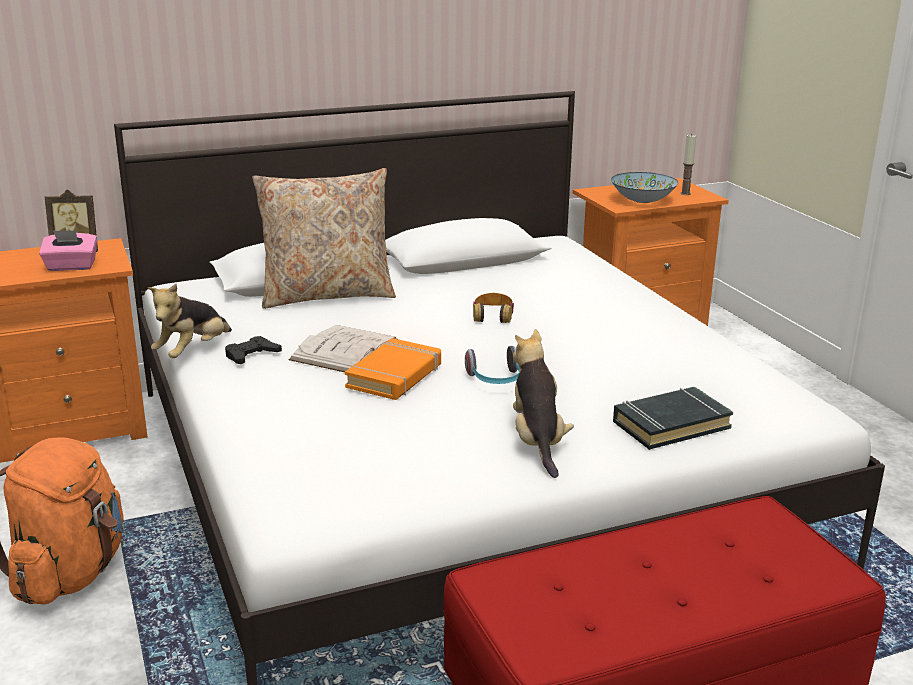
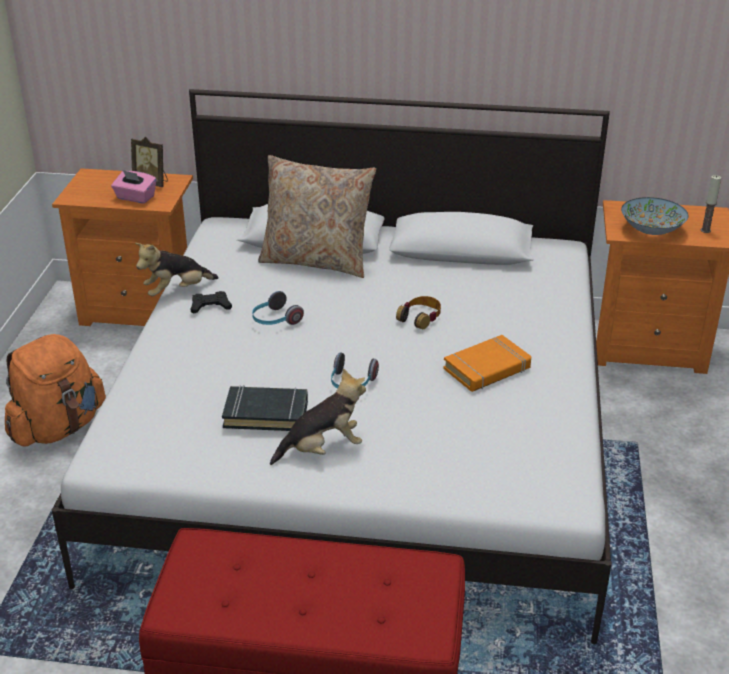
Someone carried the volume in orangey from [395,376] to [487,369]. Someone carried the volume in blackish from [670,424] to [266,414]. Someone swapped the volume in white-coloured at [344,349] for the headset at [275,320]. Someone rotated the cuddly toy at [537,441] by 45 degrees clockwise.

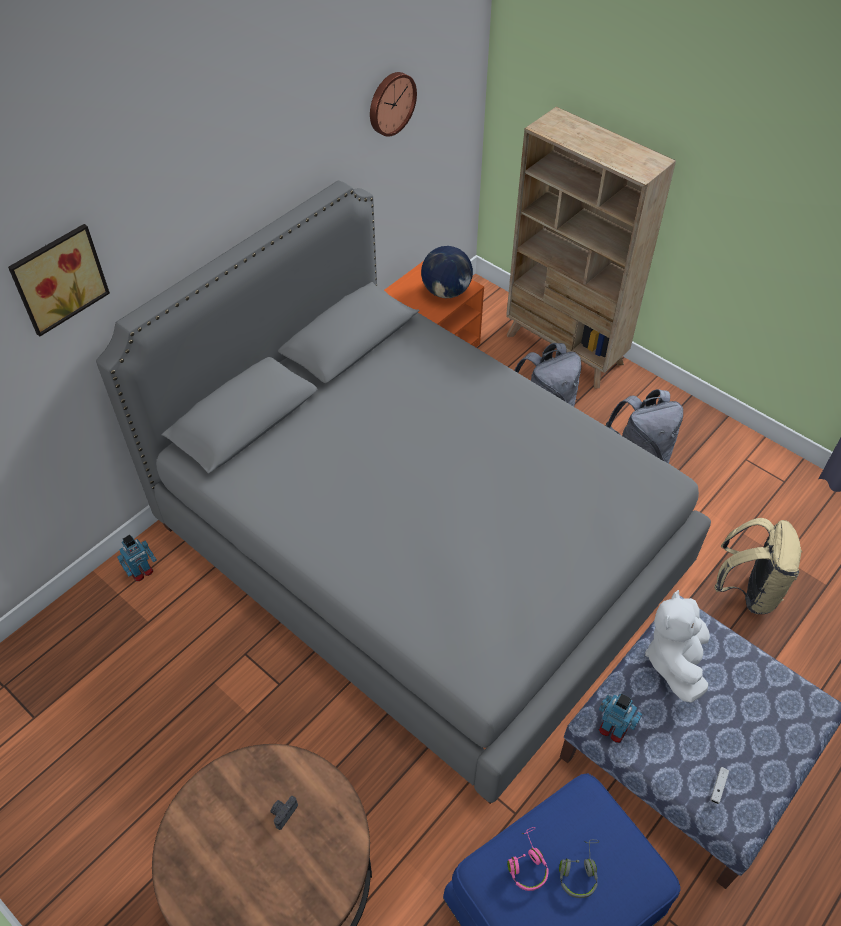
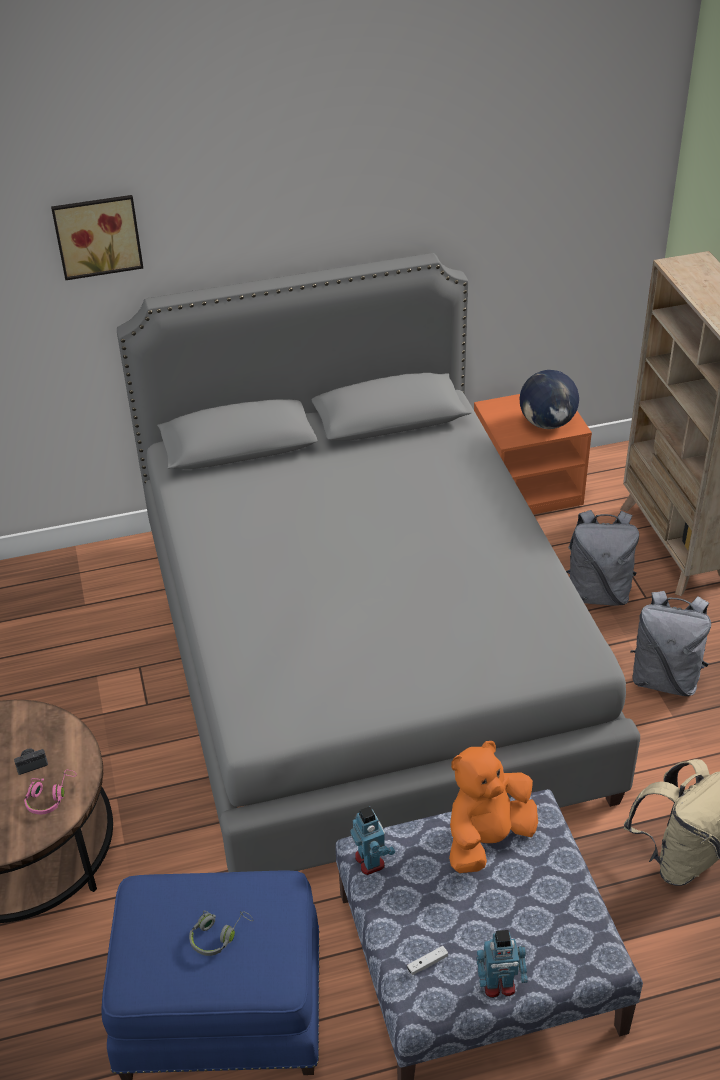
Someone took away the hanging clock at [390,103]. Someone carried the toy robot from [142,572] to [499,985]. Someone carried the headset in pink-coloured from [527,863] to [49,797]. Someone repainted the cuddly toy in white-coloured at [675,660], which became the cuddly toy in orangey at [487,839].

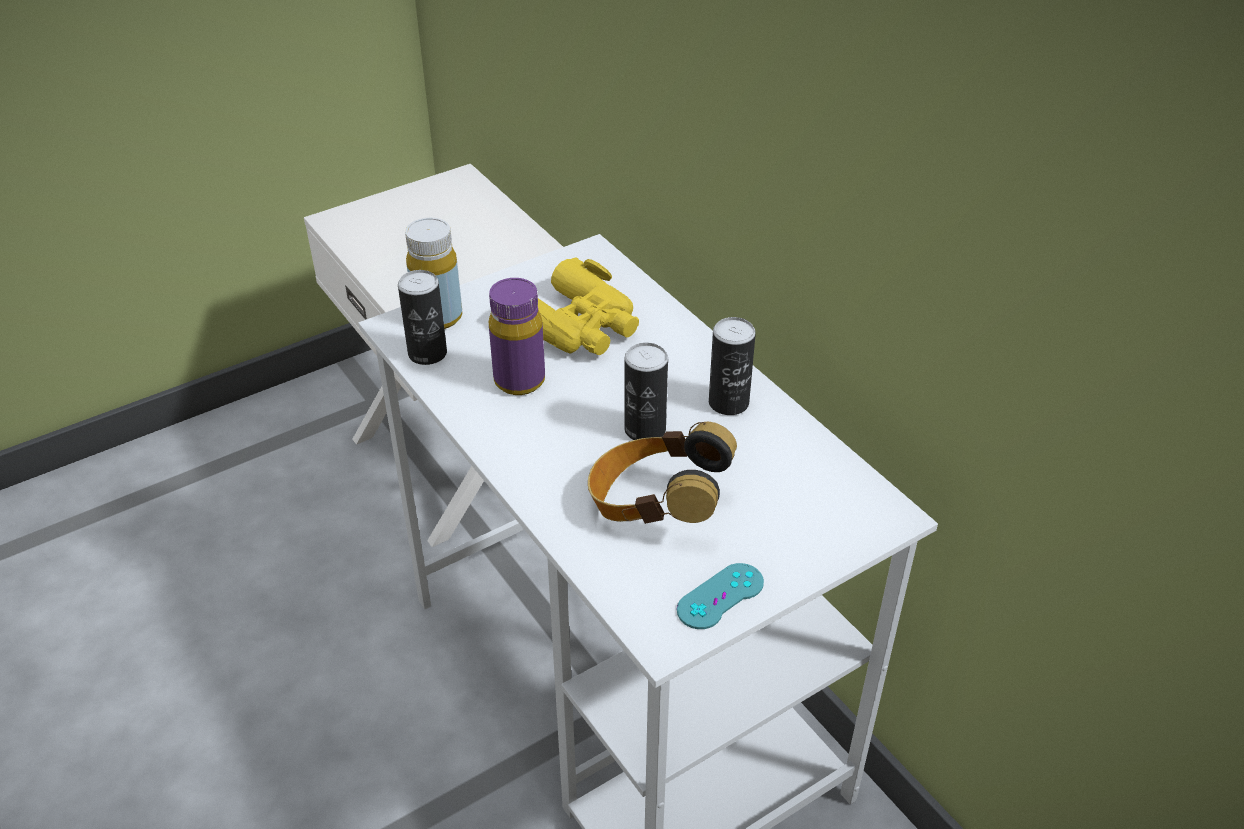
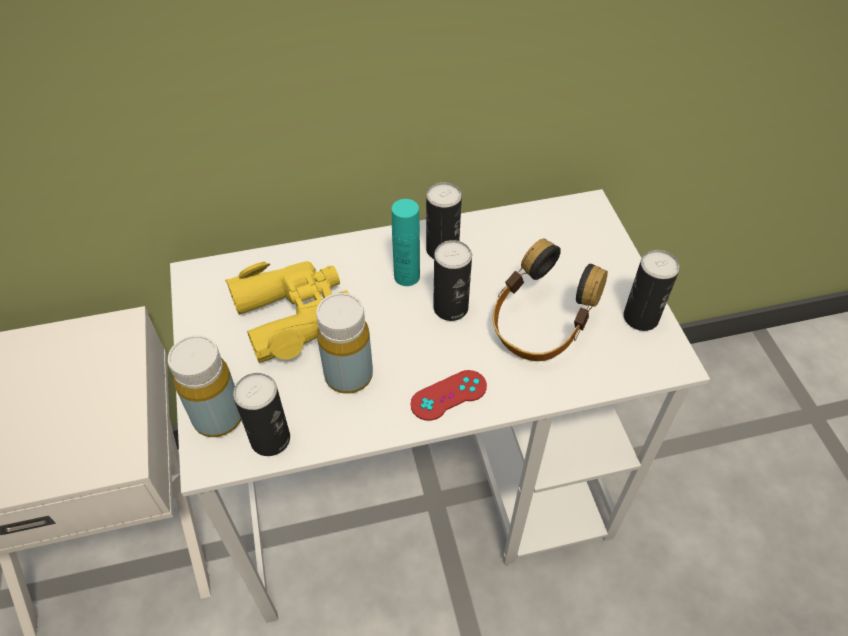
Someone put down the drink bottle in blue-green at [407,276]. Someone put down the gamepad in red at [448,395]. Someone swapped the gamepad in blue-green at [720,596] for the can at [640,317]. Someone repainted the drink bottle in purplish at [519,380], which became the drink bottle in yellowish at [348,375].

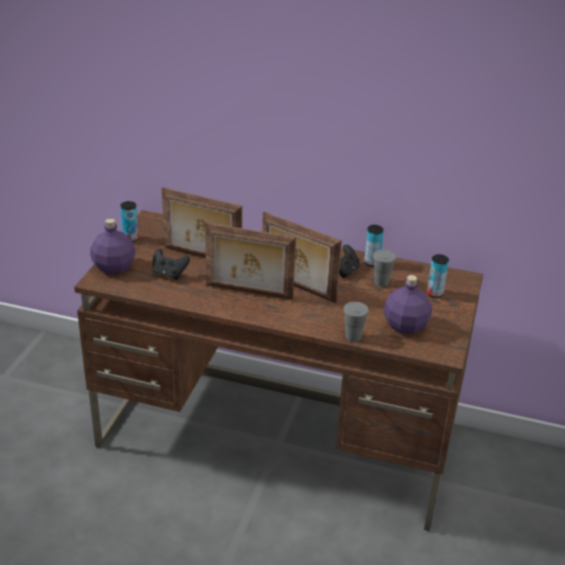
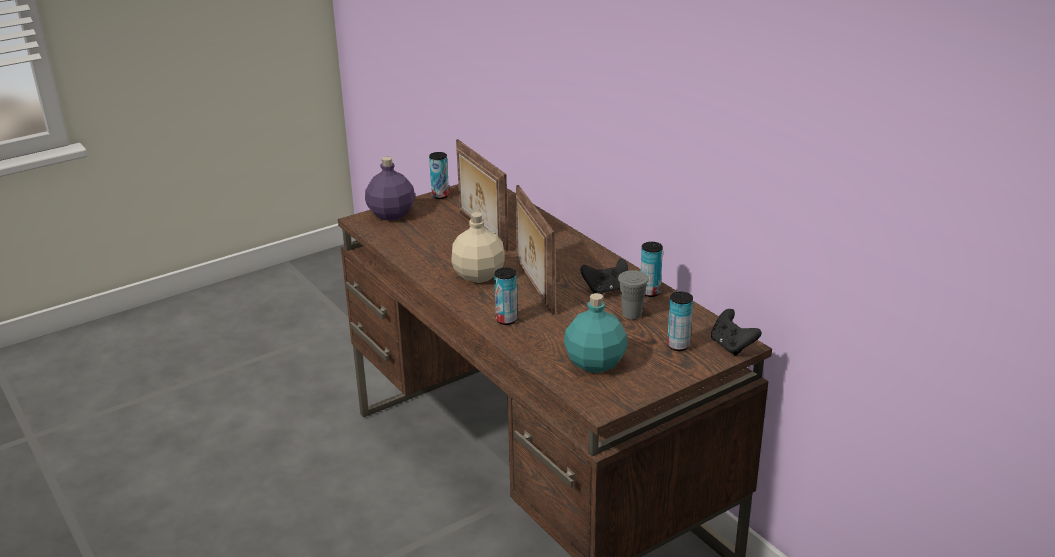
Someone took away the drinking cup in greyish at [353,336]. Someone put down the can at [506,320]. Someone carried the gamepad in blackish from [169,274] to [732,346]. Someone swapped the photo frame at [248,292] for the drink bottle in beige at [479,275]. Someone repainted the drink bottle in purplish at [405,325], which became the drink bottle in blue-green at [595,362].

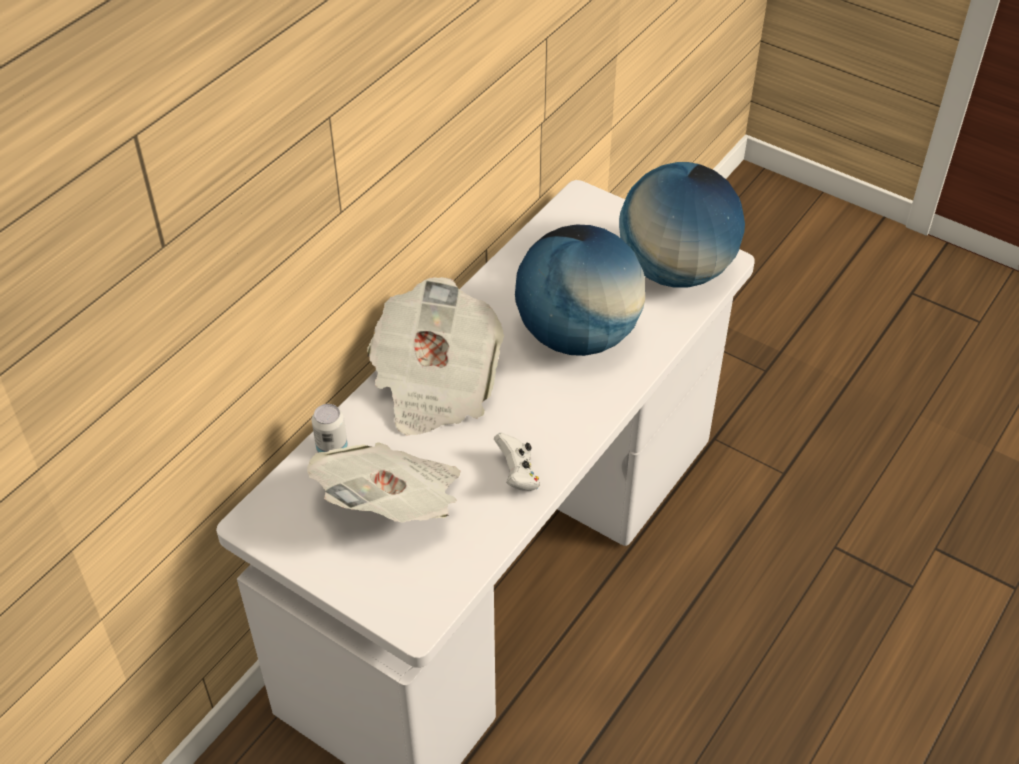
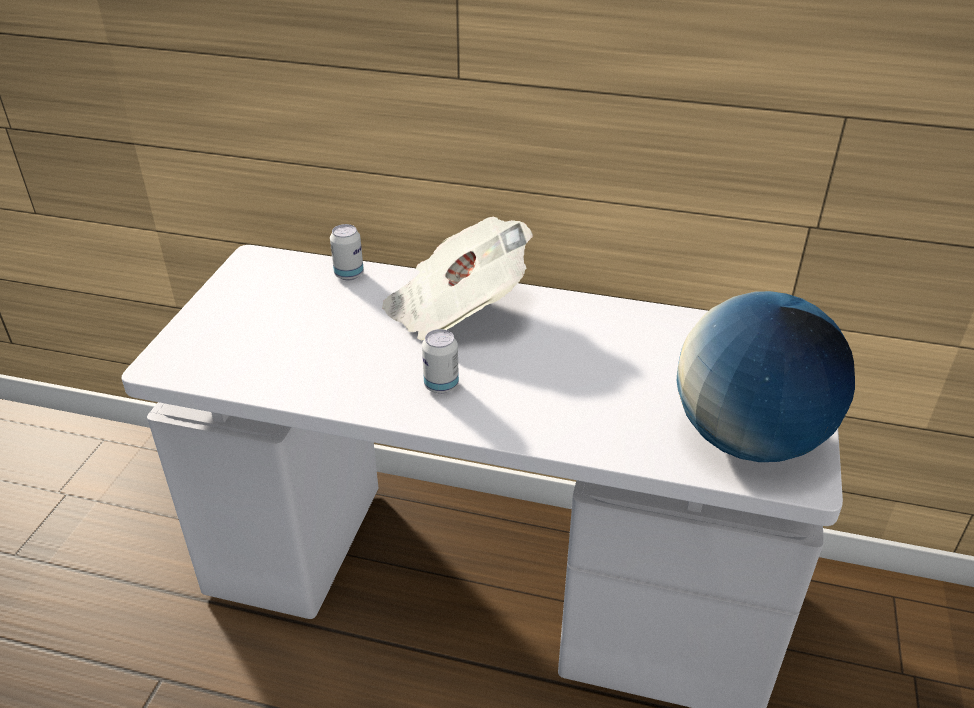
Someone took away the printed paper at [393,504]. Someone took away the gamepad in white-coloured at [518,475]. Someone took away the world globe at [577,335]. Someone put down the can at [441,385].

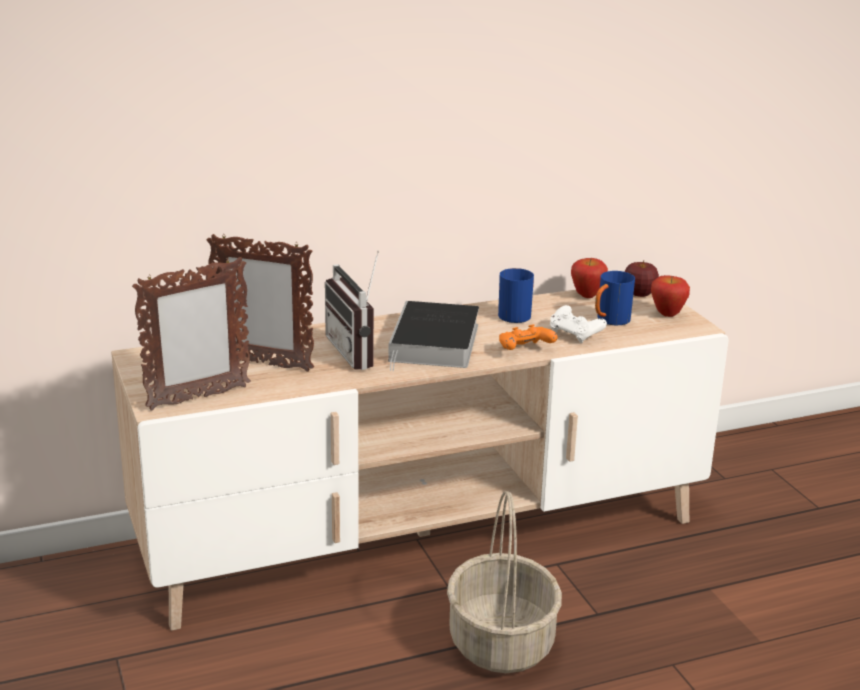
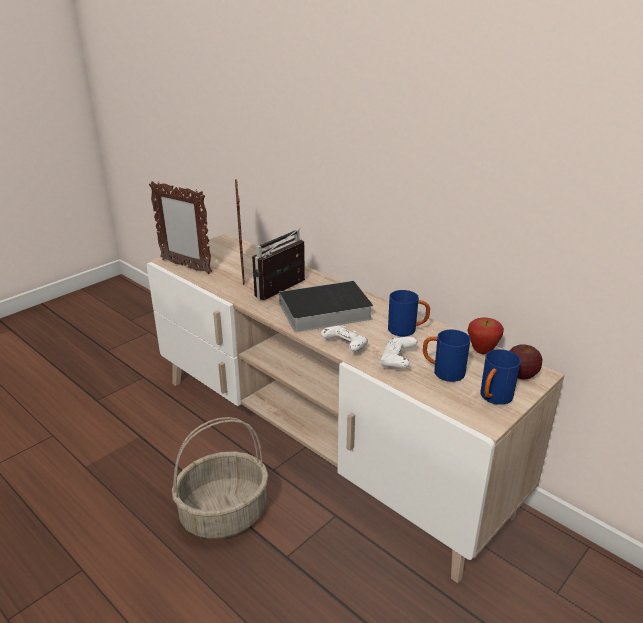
Someone swapped the whole apple at [667,315] for the mug in bluish at [493,399]. Someone repainted the gamepad in orangey at [525,350], which became the gamepad in white-coloured at [345,347].

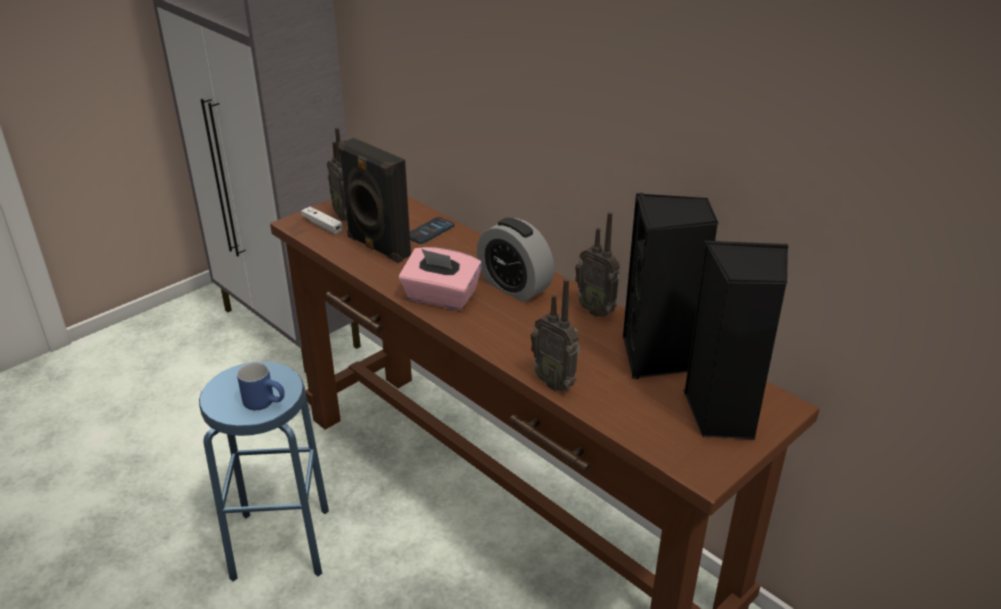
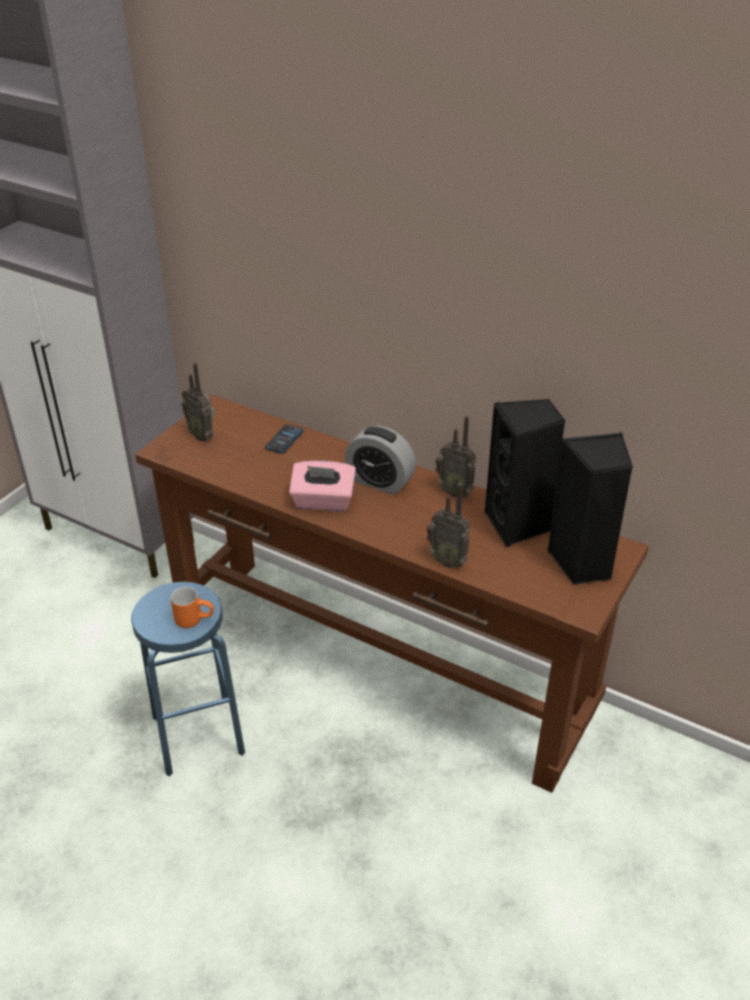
Someone took away the gamepad in white-coloured at [322,225]. Someone took away the speaker in blackish at [377,247]. Someone repainted the mug in bluish at [266,403], which became the mug in orangey at [195,619].

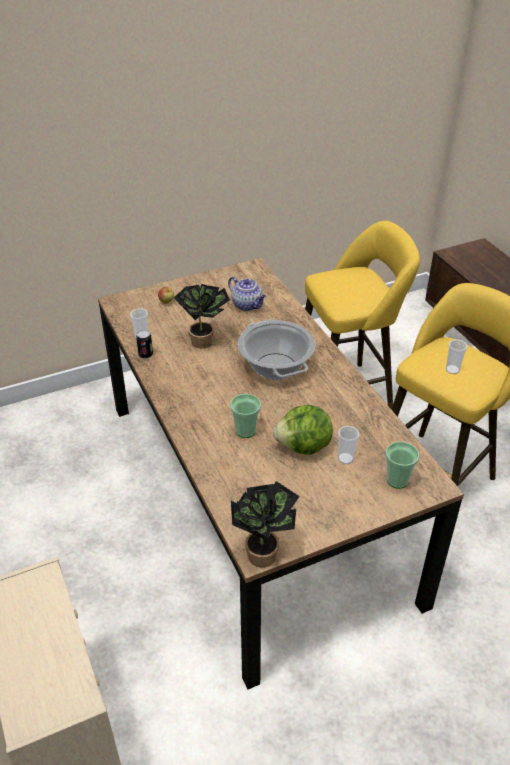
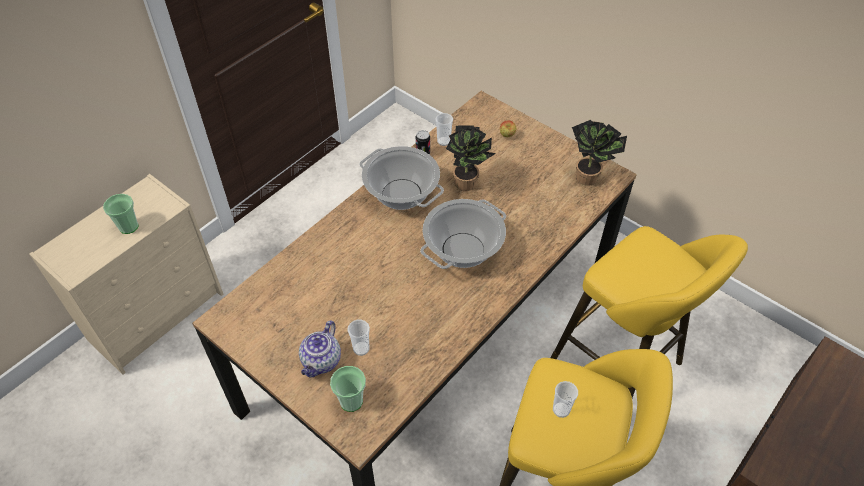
Someone took away the head of lettuce at [304,447]. Someone put down the saucepot at [402,194]. Someone carried the tea pot from [247,305] to [321,362]. Someone carried the drinking cup from [245,431] to [128,226]. Someone carried the houseplant from [263,552] to [590,177].

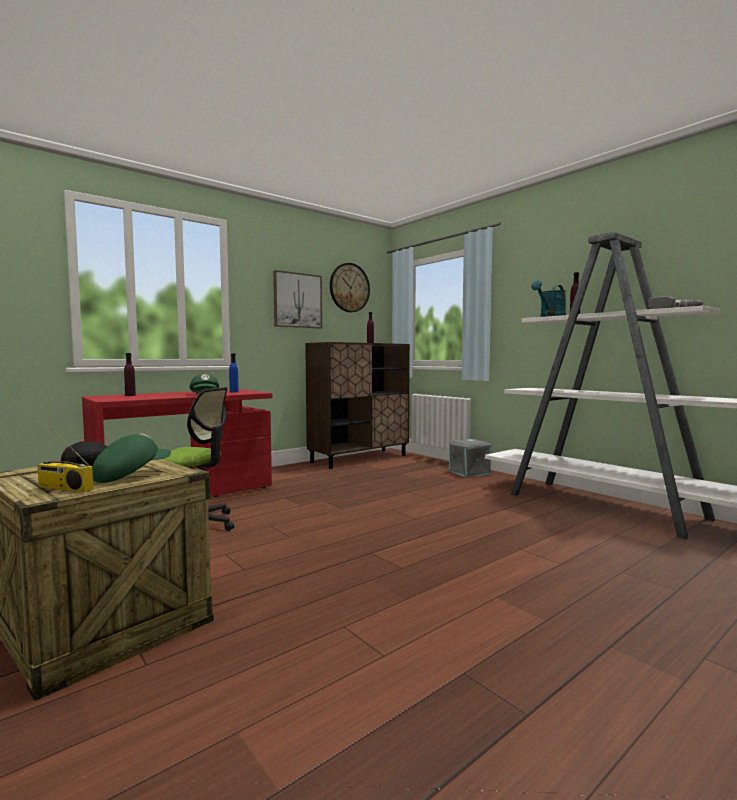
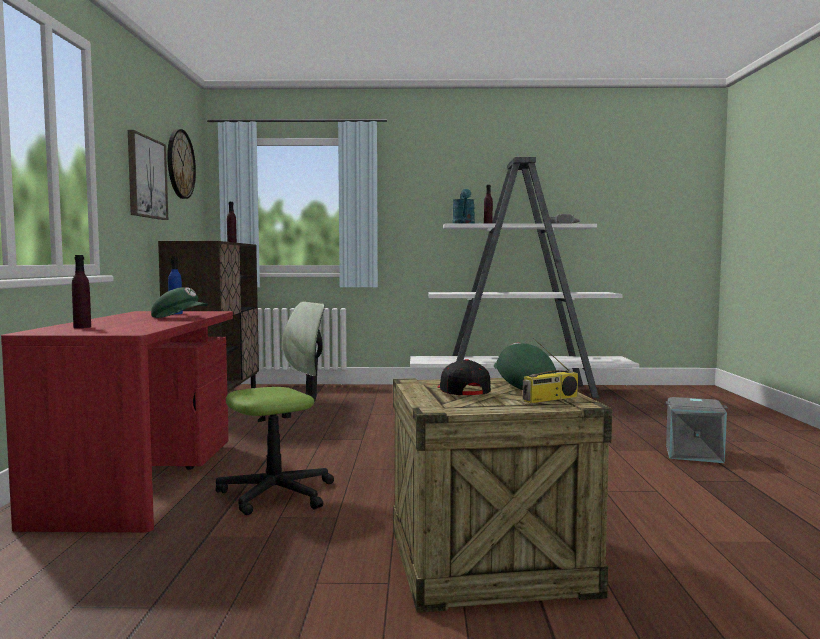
Someone carried the storage container in greyish from [470,472] to [694,453].

